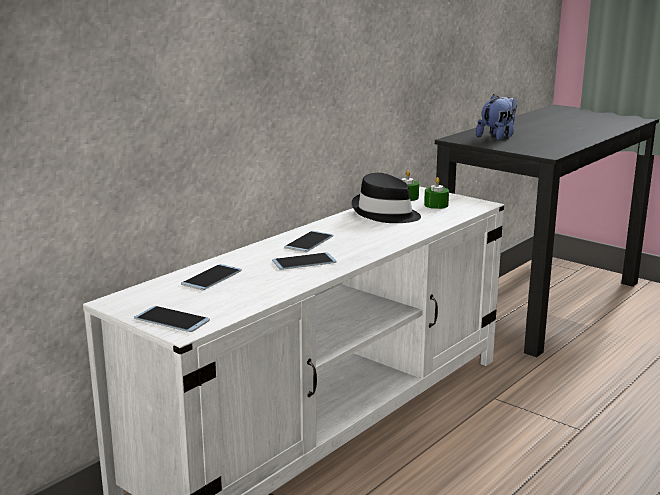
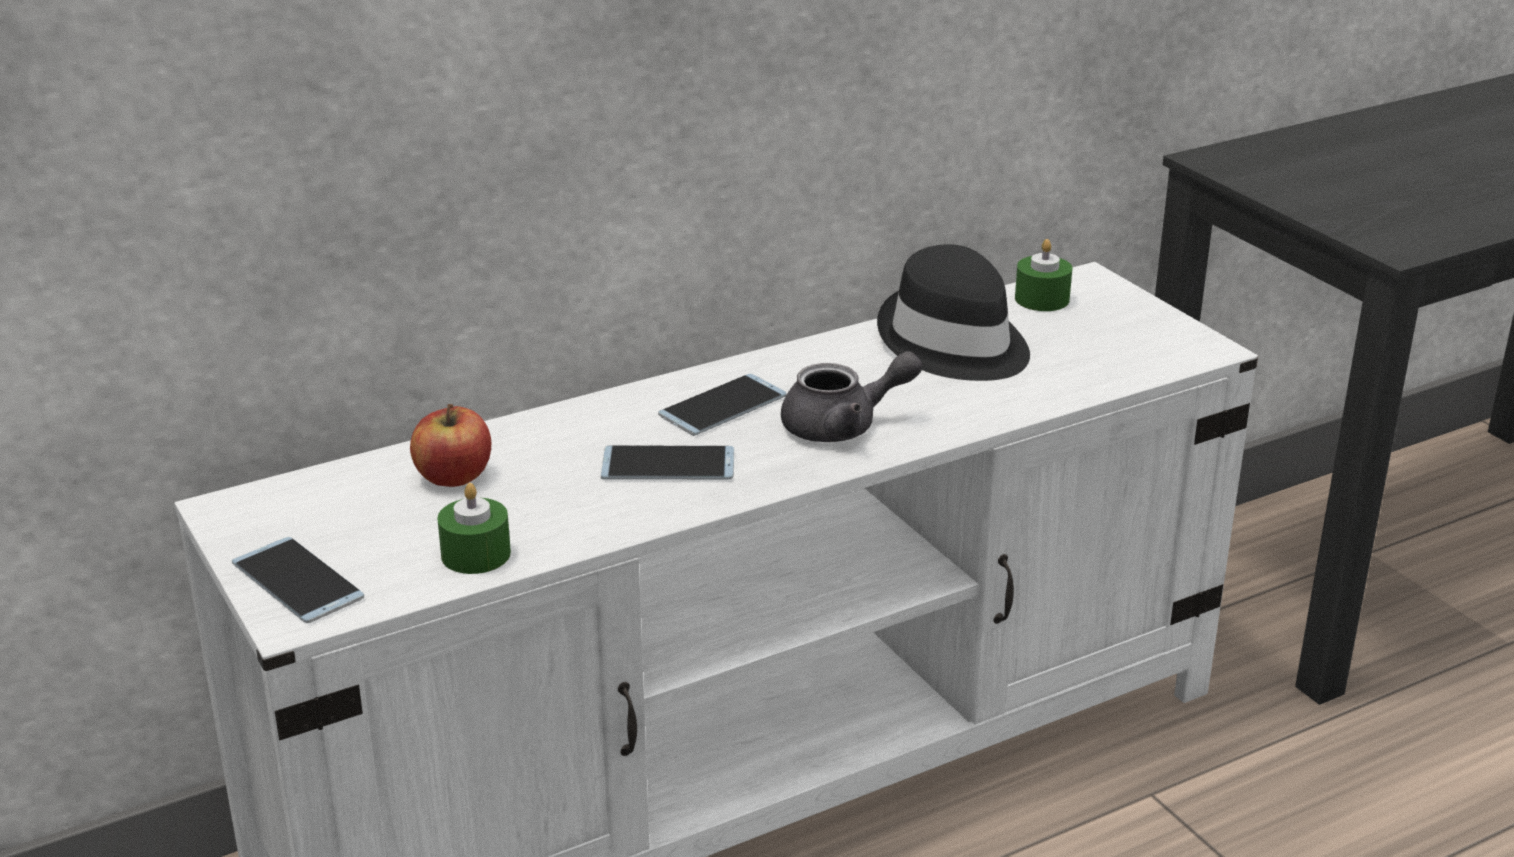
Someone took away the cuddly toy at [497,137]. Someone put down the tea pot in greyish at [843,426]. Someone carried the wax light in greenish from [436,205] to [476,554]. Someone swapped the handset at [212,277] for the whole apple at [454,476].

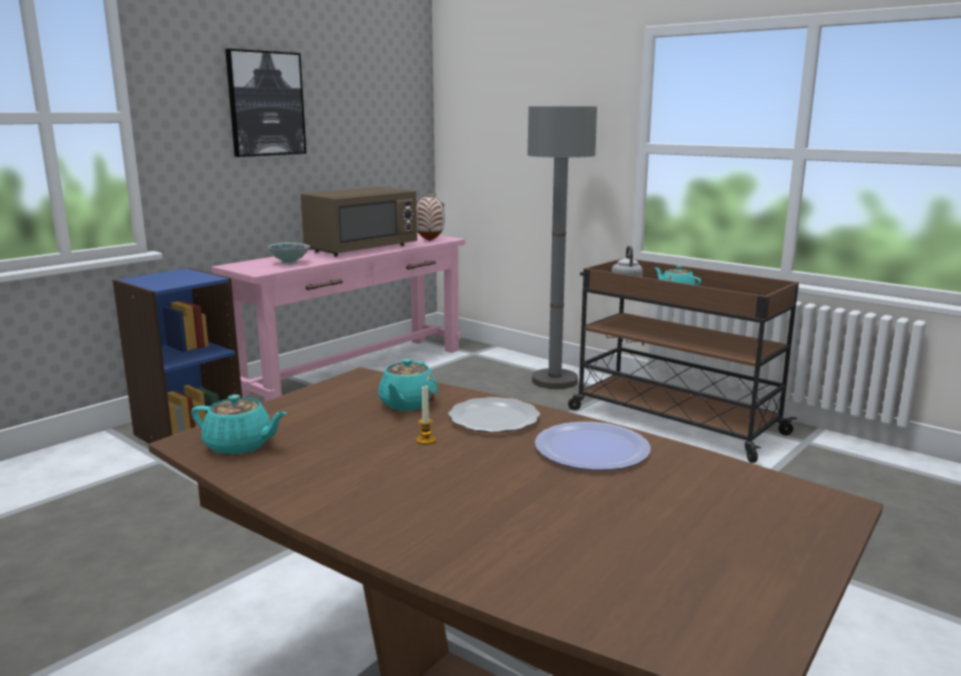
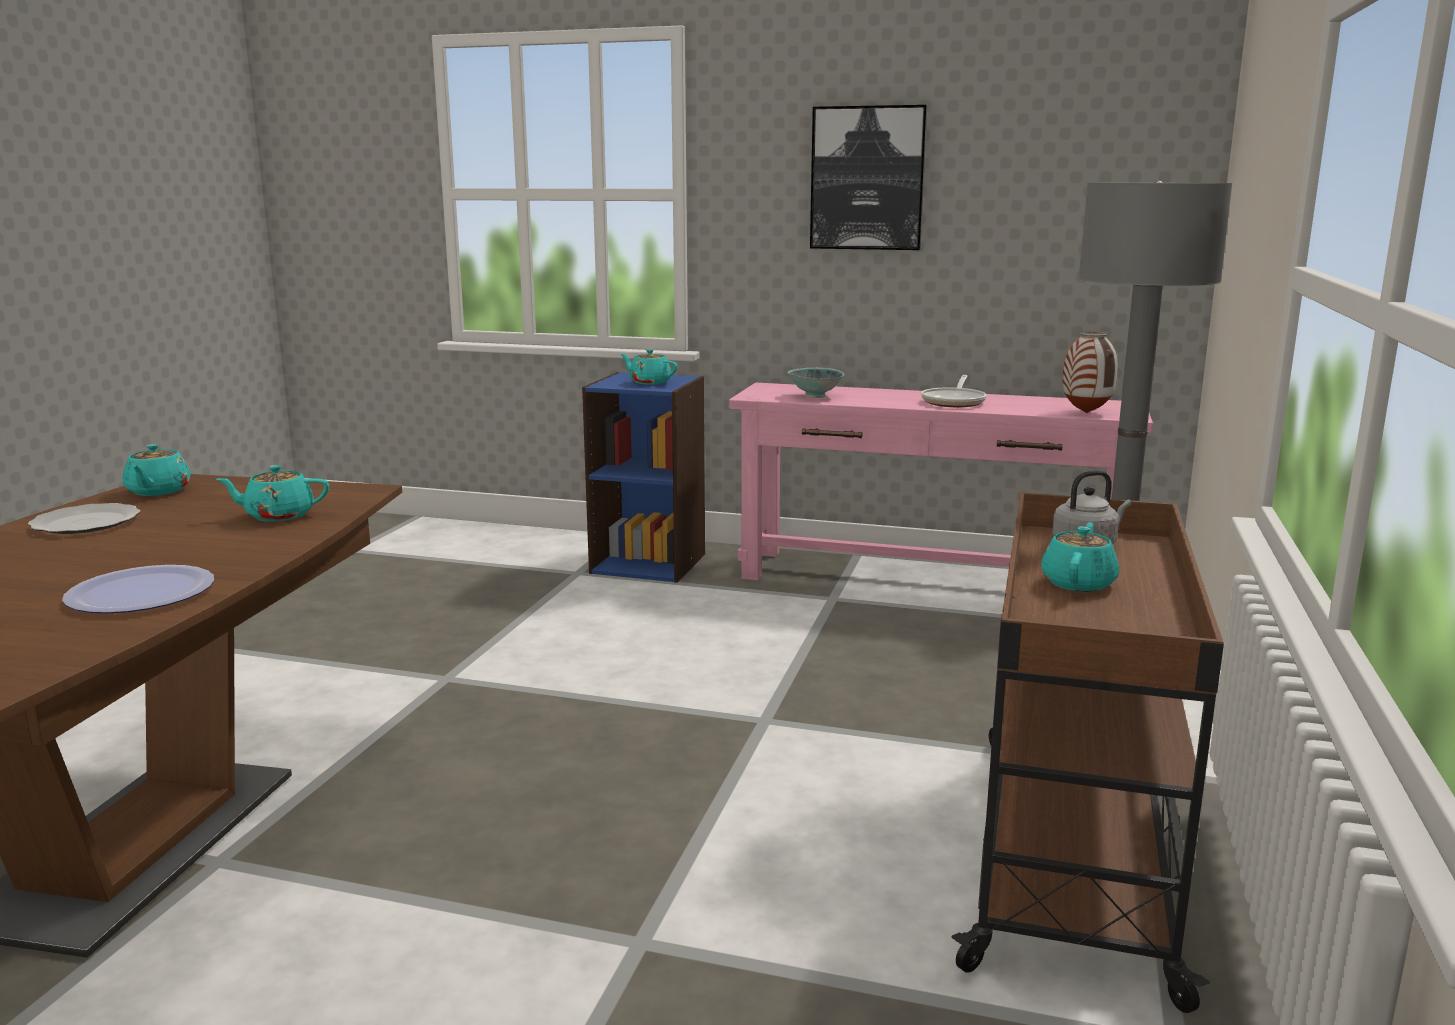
Someone took away the wax light at [426,440]. Someone put down the tea pot in blue-green at [649,382]. Someone carried the dinner plate from [492,419] to [85,523]. Someone swapped the microwave in brown-coloured at [361,249] for the frying pan at [954,401].

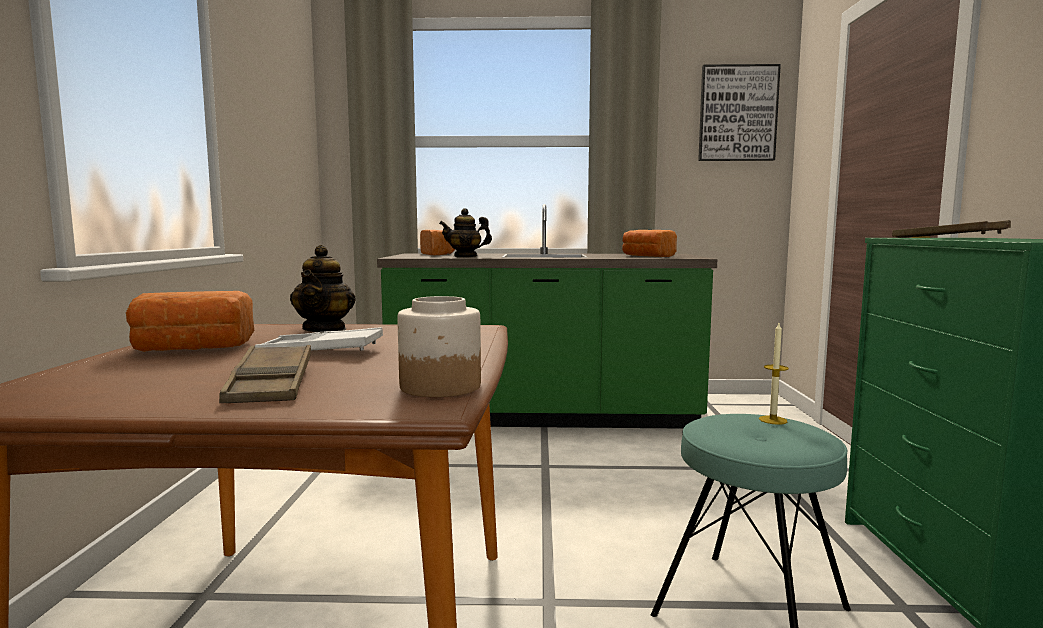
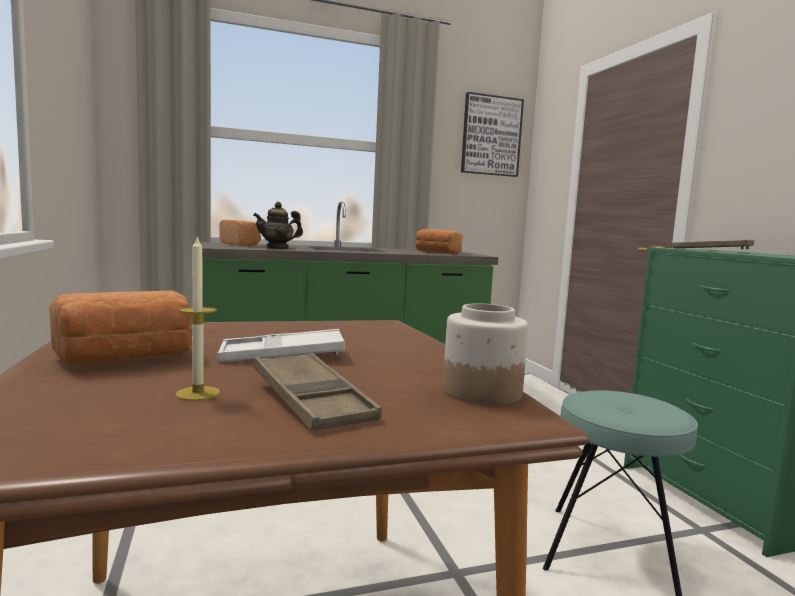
Someone took away the tea pot at [325,329]. Someone carried the wax light from [773,420] to [198,393].

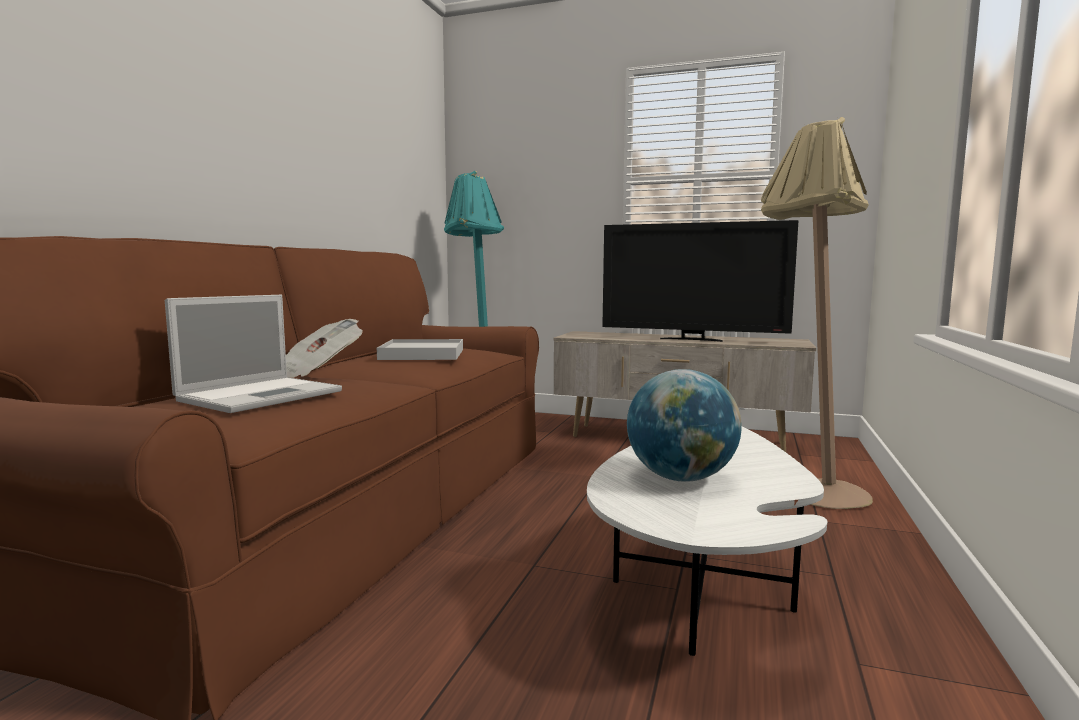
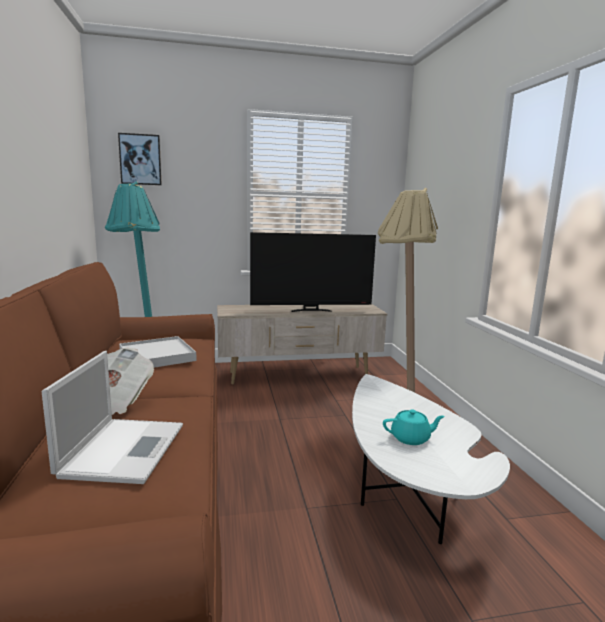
Someone put up the wall picture at [140,159]. Someone swapped the world globe at [681,478] for the tea pot in blue-green at [411,438].

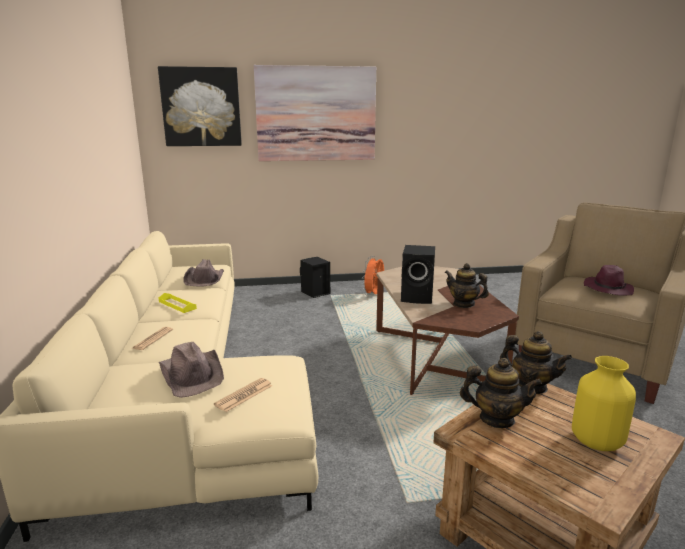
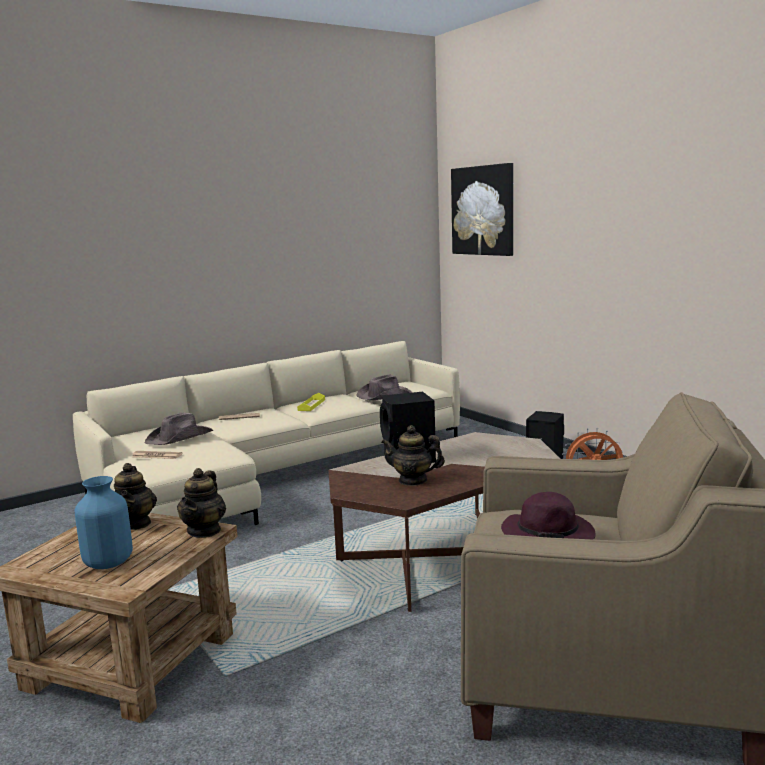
Someone took away the wall picture at [316,114]. Someone repainted the flower vase in yellowish at [597,441], which became the flower vase in bluish at [108,563]. Someone rotated the tea pot at [464,304] by 90 degrees counterclockwise.

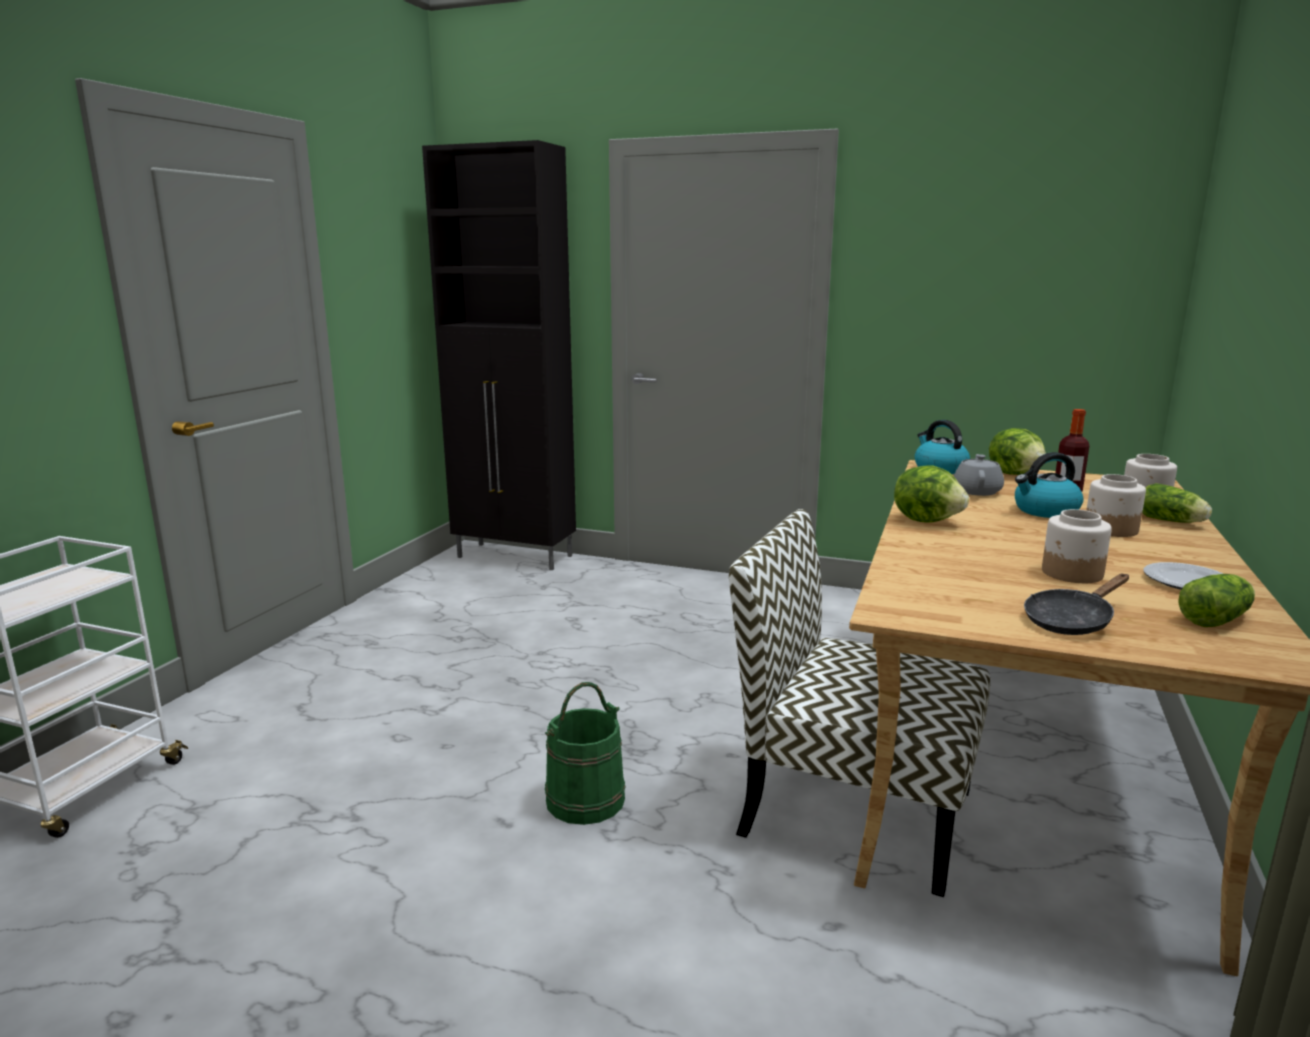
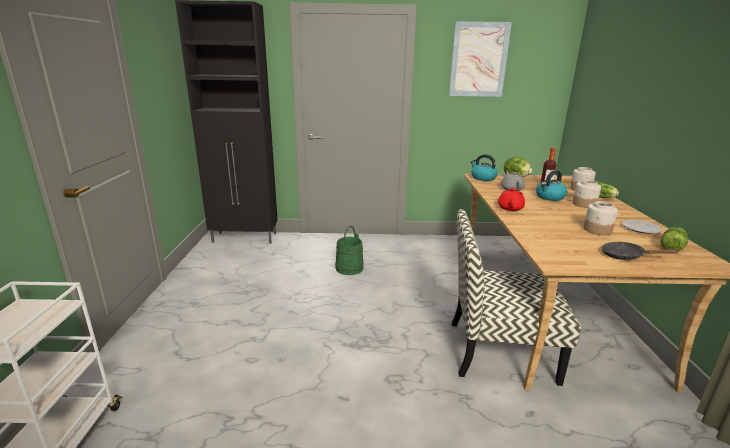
Someone put up the wall picture at [478,60]. Someone carried the bucket in greenish from [585,799] to [349,268]. Someone swapped the head of lettuce at [927,520] for the tea pot in red at [510,208]. Someone rotated the frying pan in blackish at [1071,621] by 75 degrees clockwise.

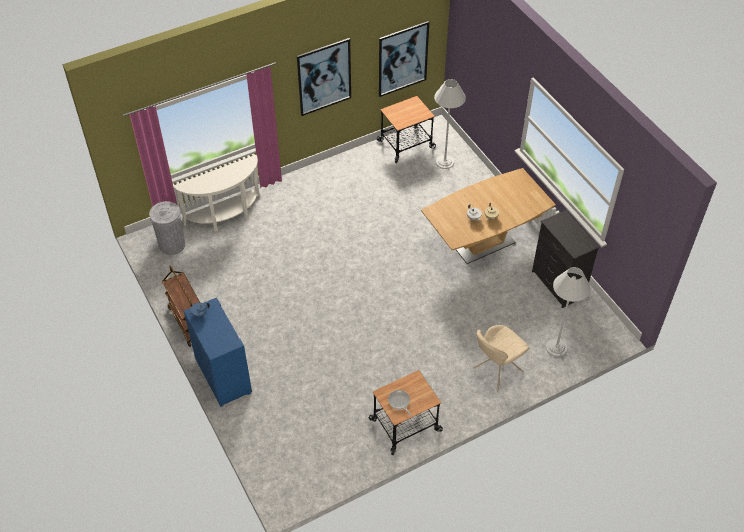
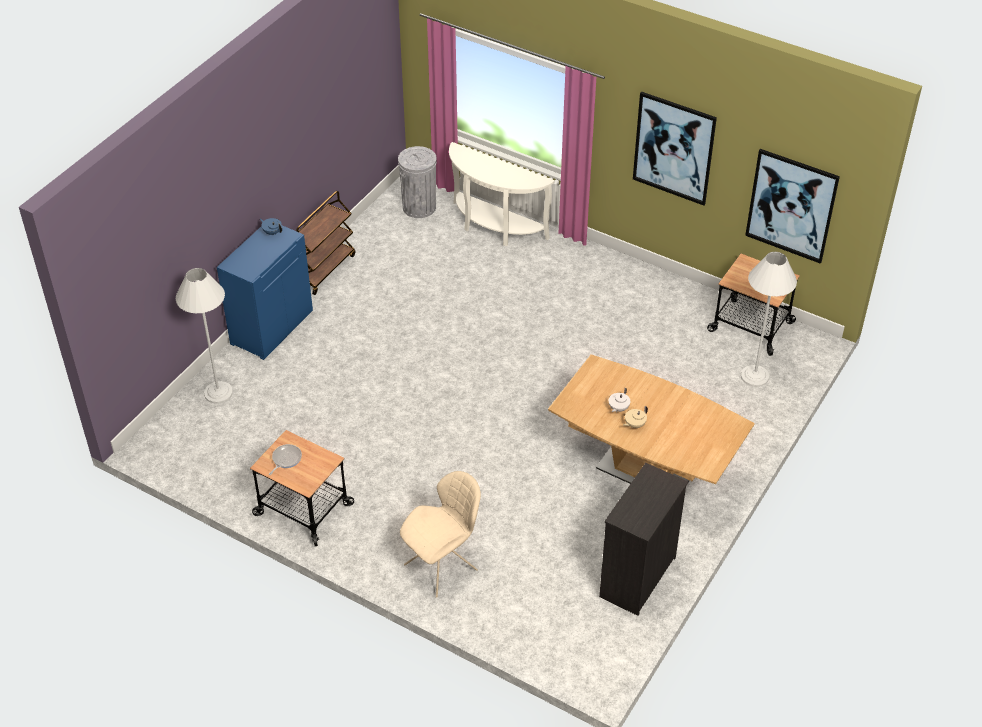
Someone carried the floor lamp in white-coloured from [556,347] to [218,392]. Someone rotated the chair in beige at [496,371] by 120 degrees clockwise.

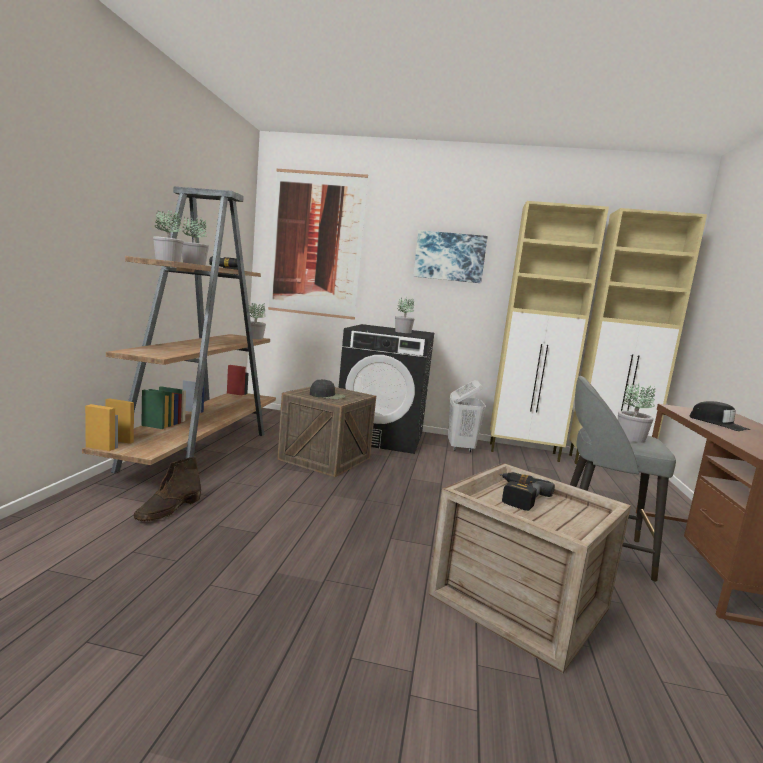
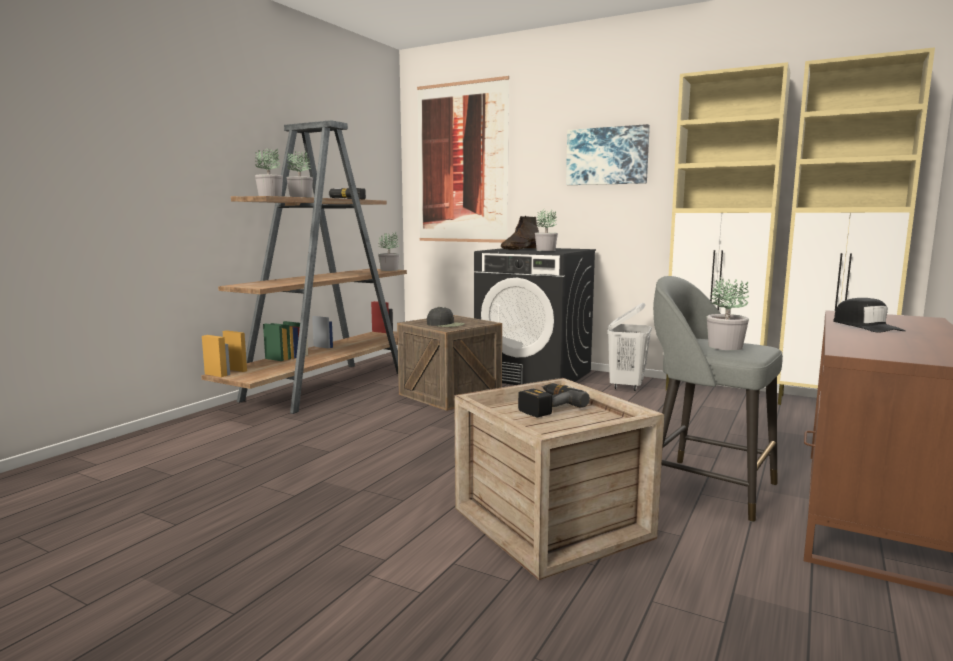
Someone carried the high-top boot in brown-coloured from [168,510] to [520,249].

